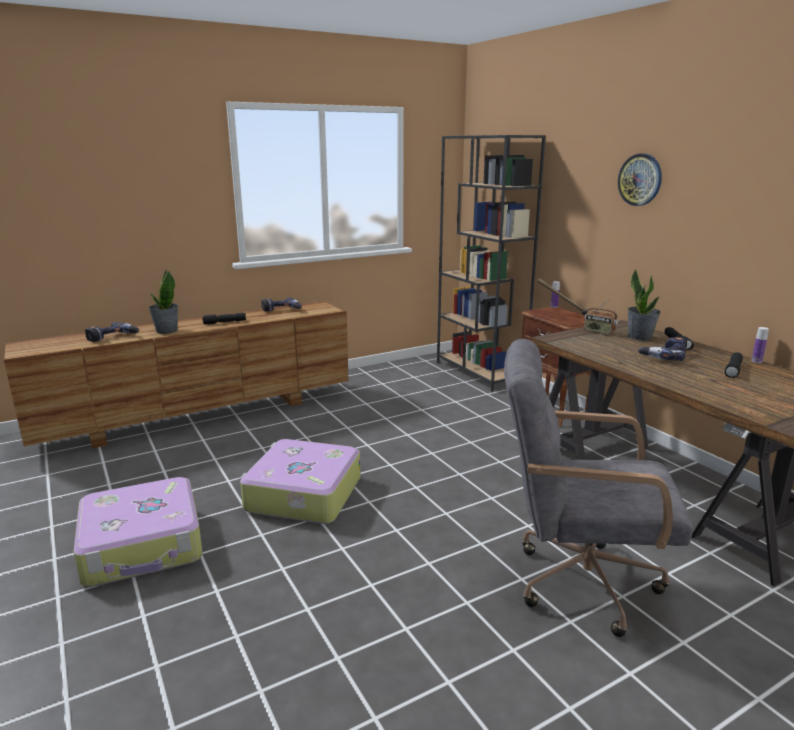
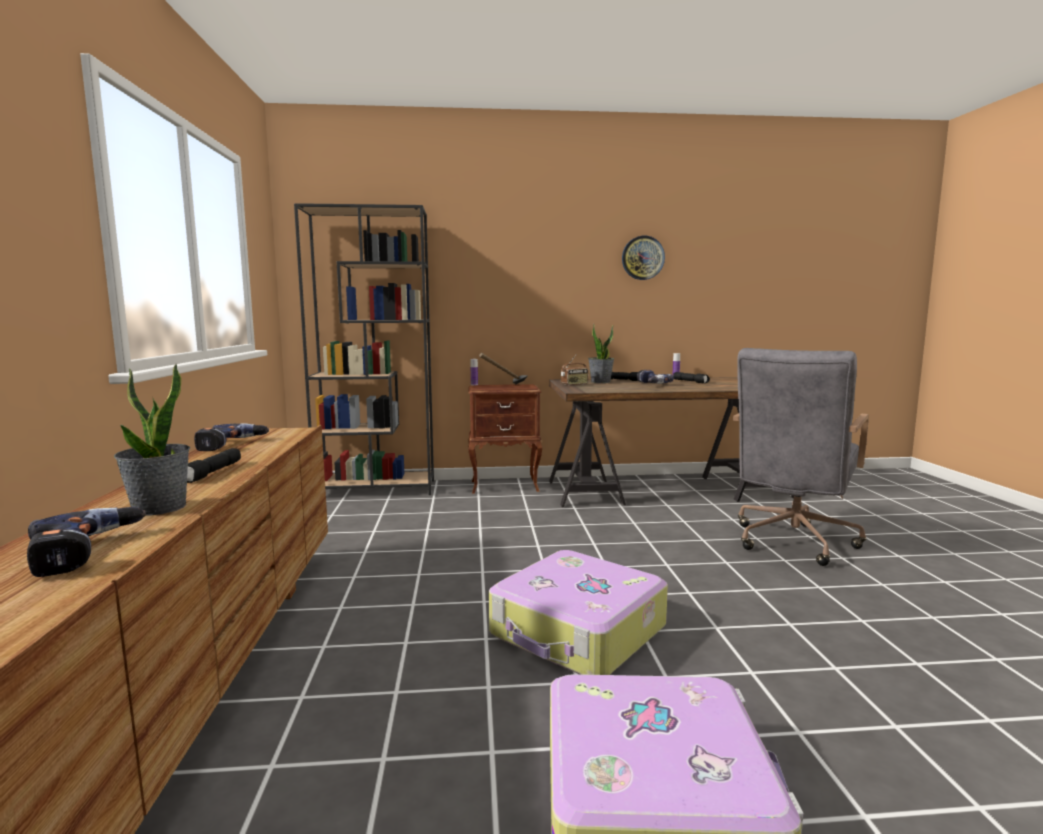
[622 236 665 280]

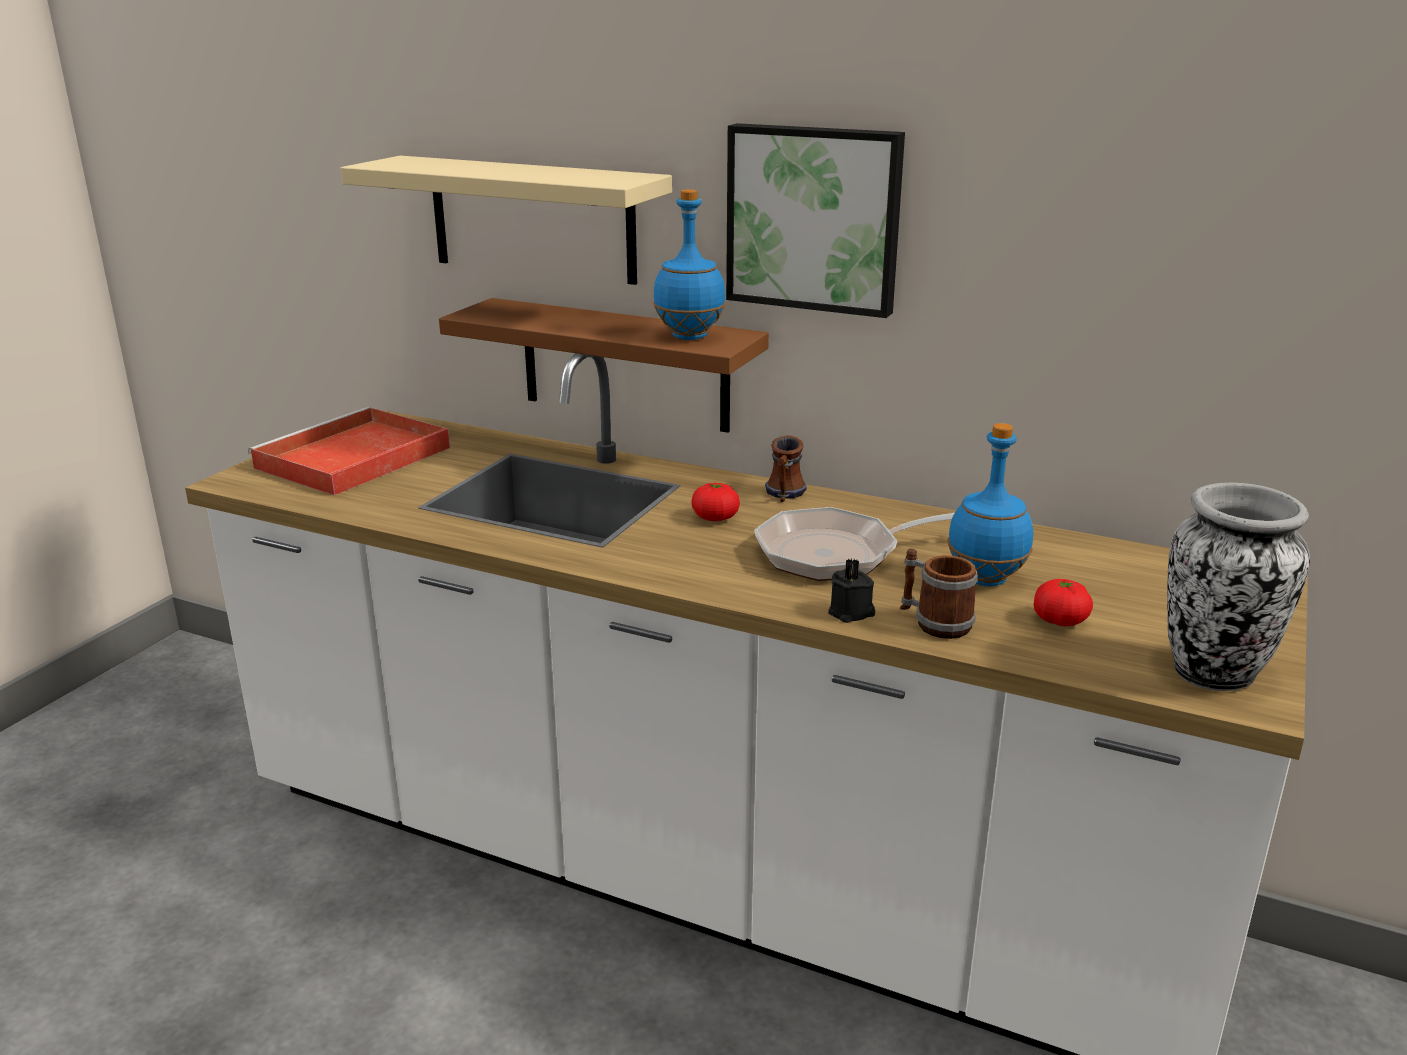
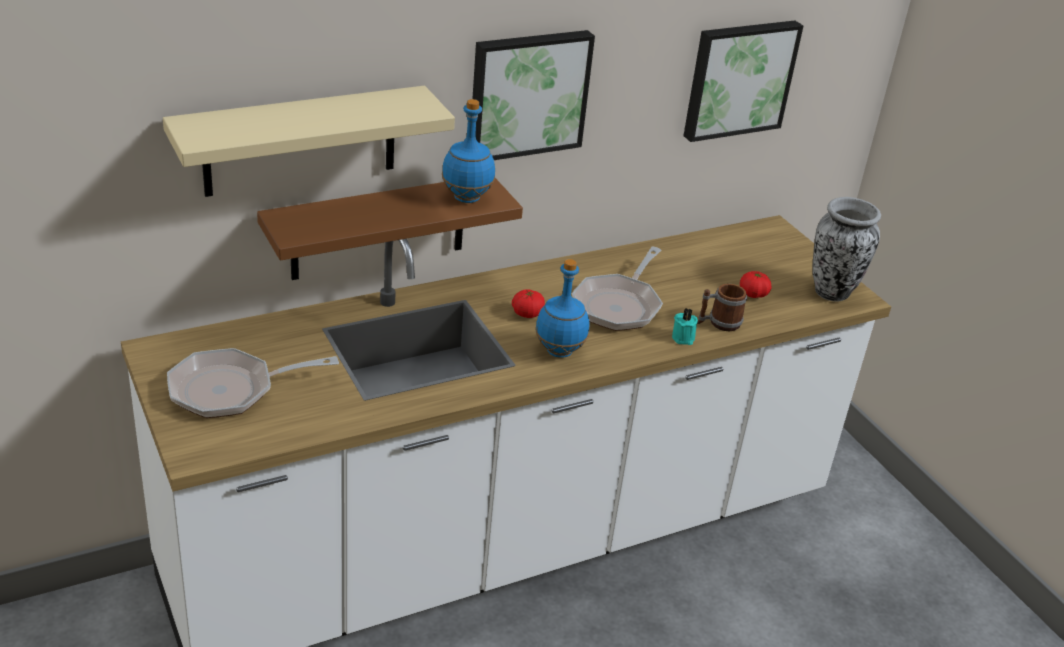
[167 348 339 418]
[535 259 589 358]
[765 435 807 502] (first image)
[672 308 698 345]
[683 20 803 142]

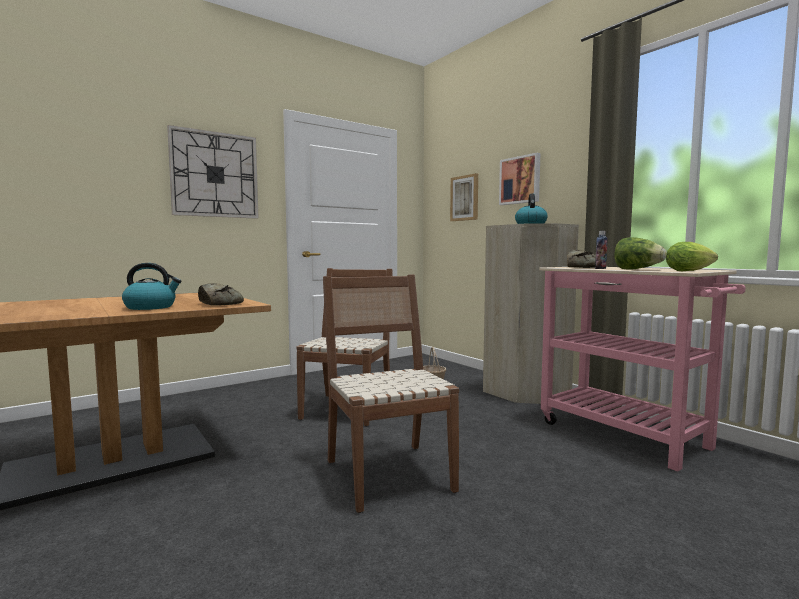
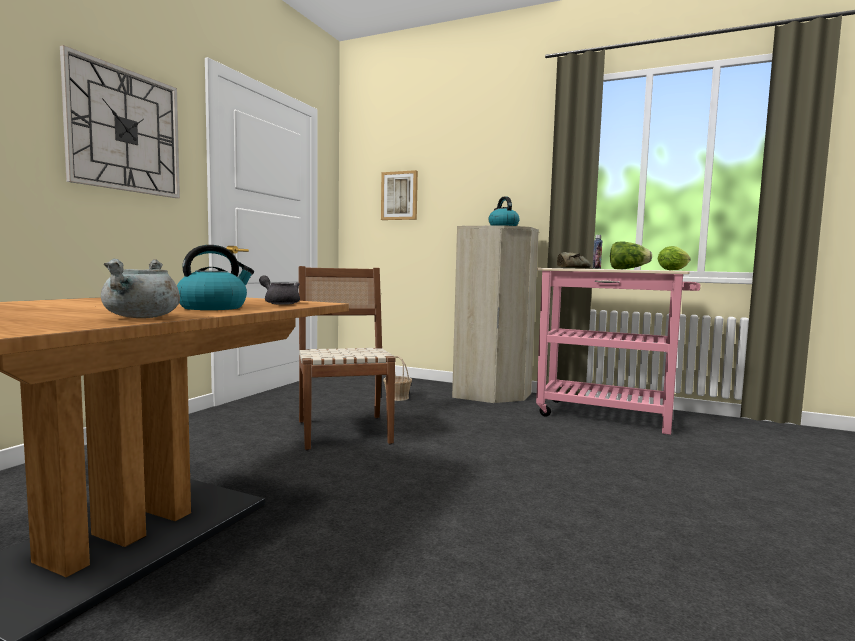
[499 153 541 205] (first image)
[323 274 459 513] (first image)
[259 275 300 305]
[101 259 180 318]

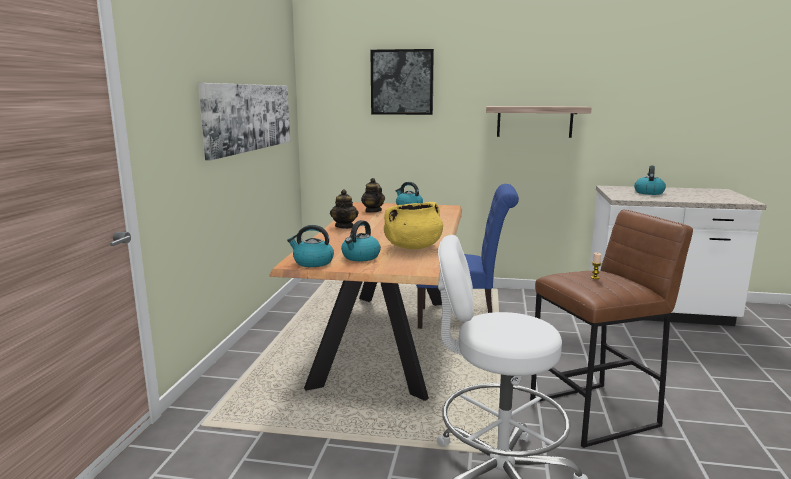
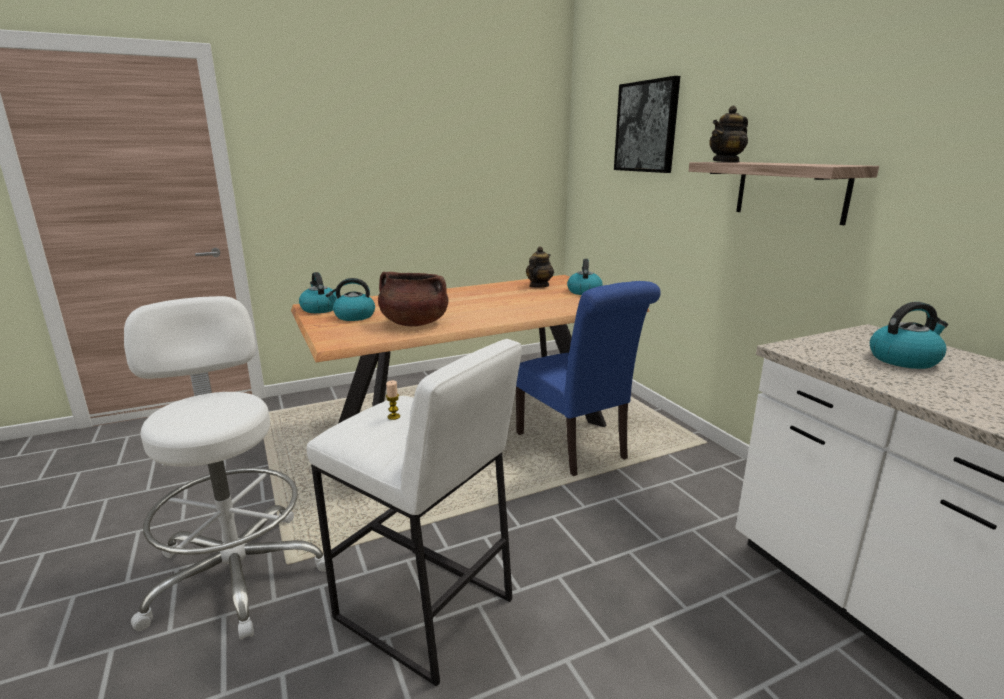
[198 83 290 161] (first image)
[710 106 748 162]
[378 272 449 326]
[307 339 522 687]

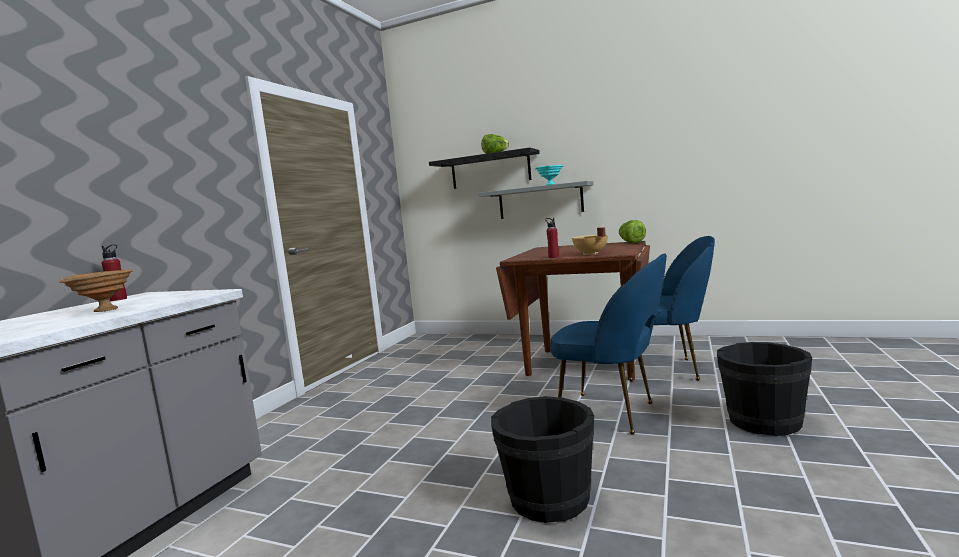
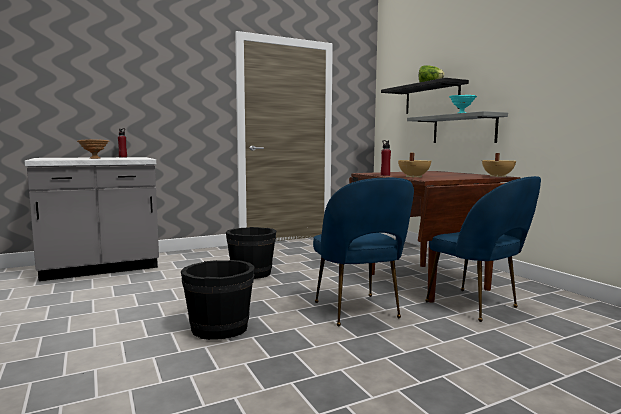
[482 153 516 177]
[226 227 276 279]

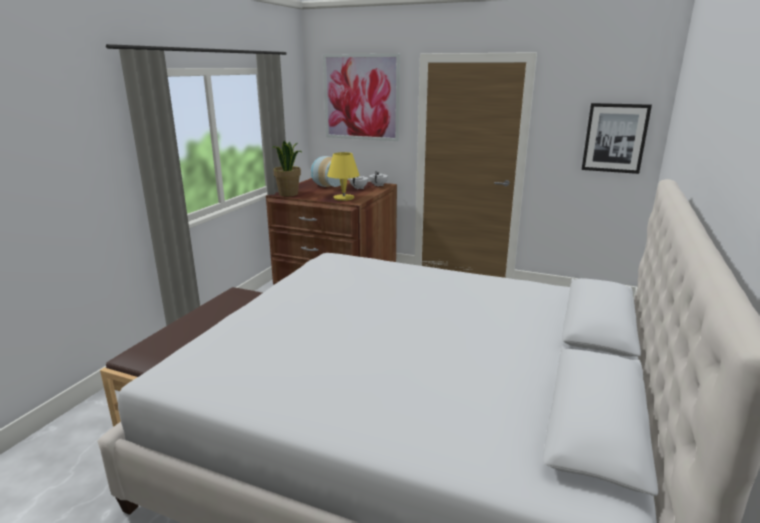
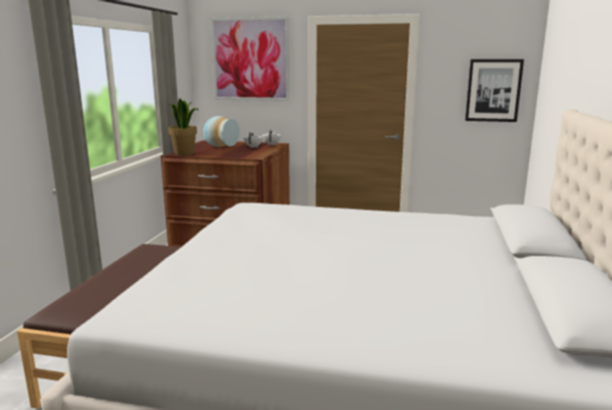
[327 152 359 201] (first image)

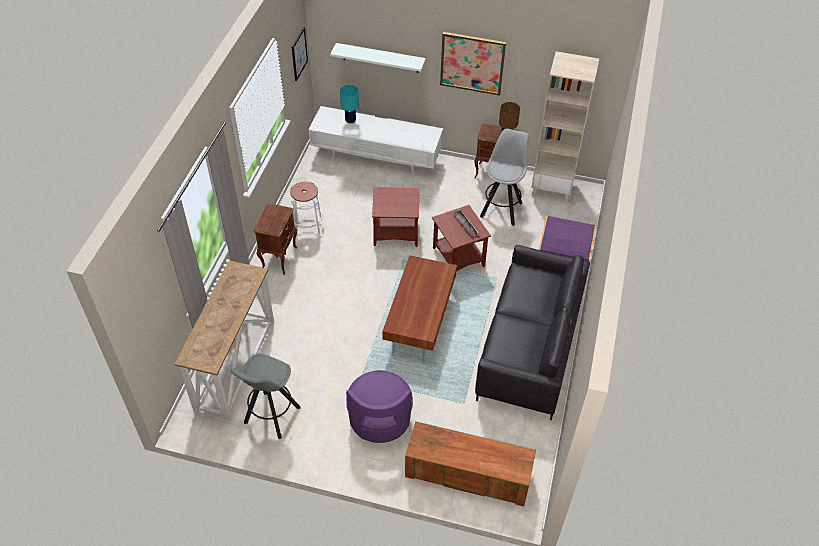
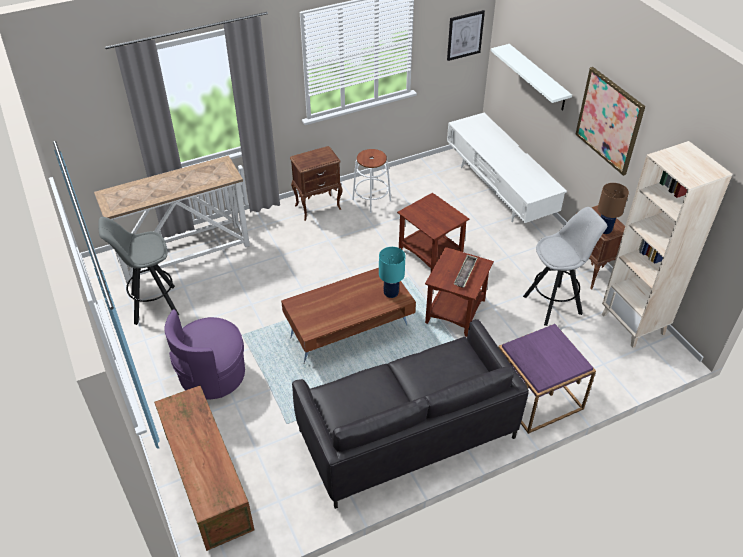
[379 247 405 298]

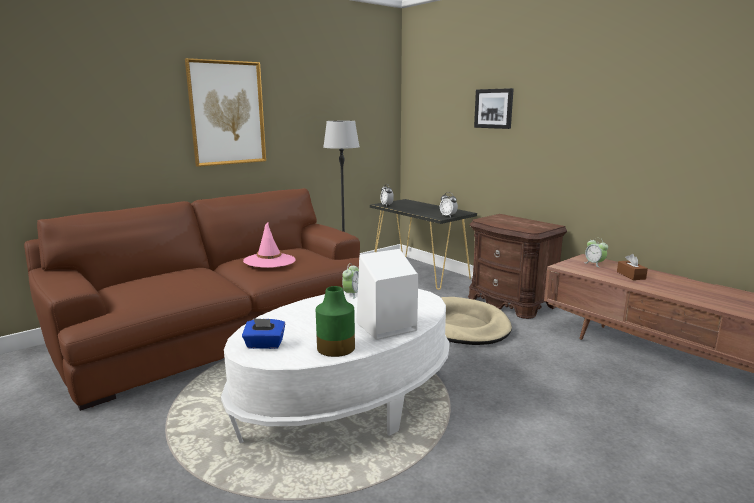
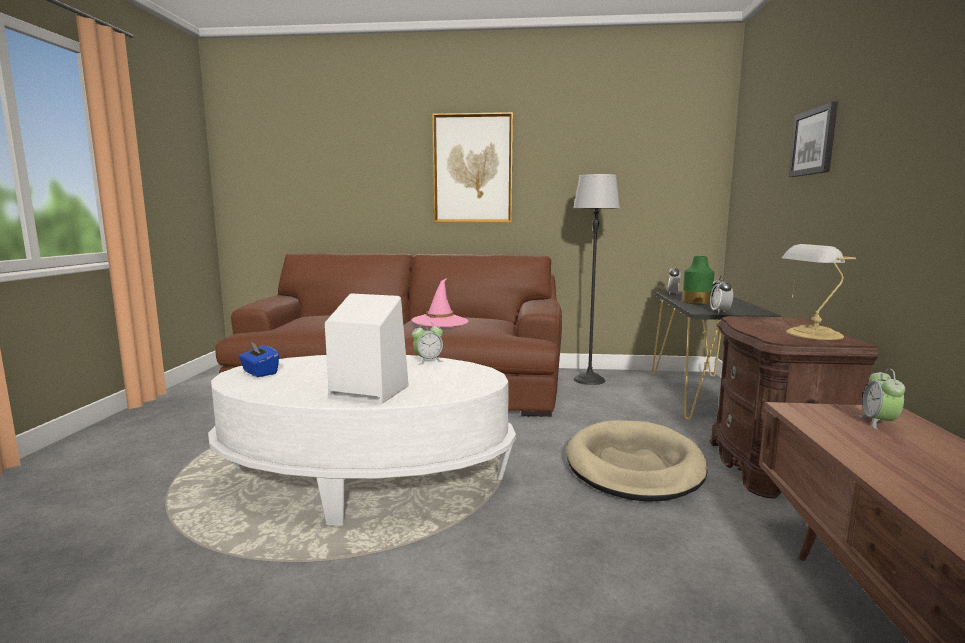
[617 254 648 280] (first image)
[682 256 715 305]
[782 244 856 340]

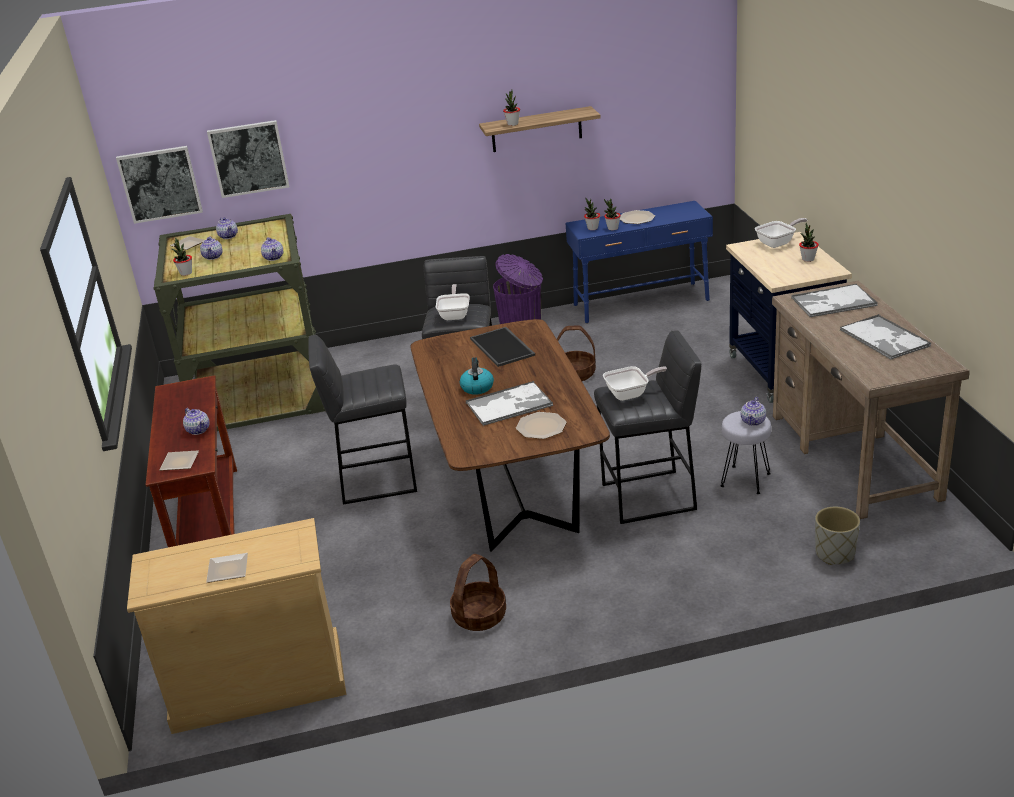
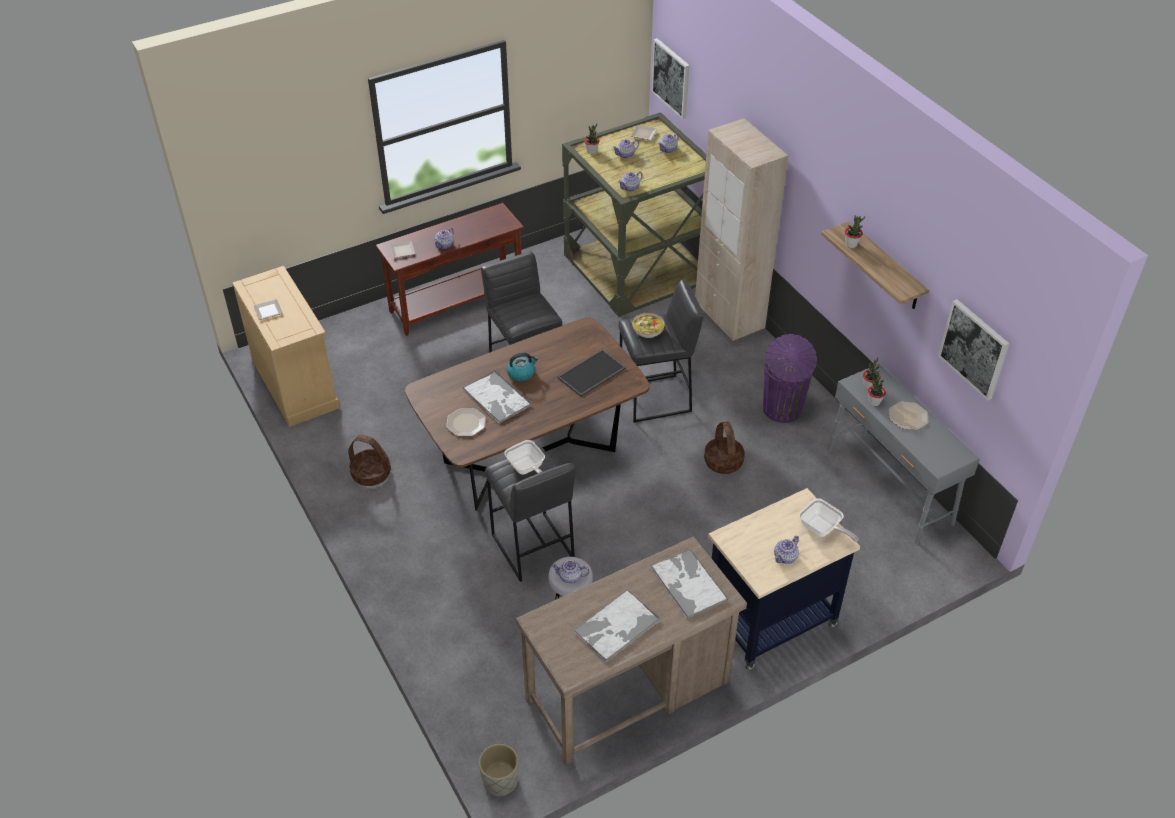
[938 299 1010 401]
[828 364 980 544]
[774 536 799 564]
[632 313 665 338]
[479 744 518 797]
[695 118 788 341]

